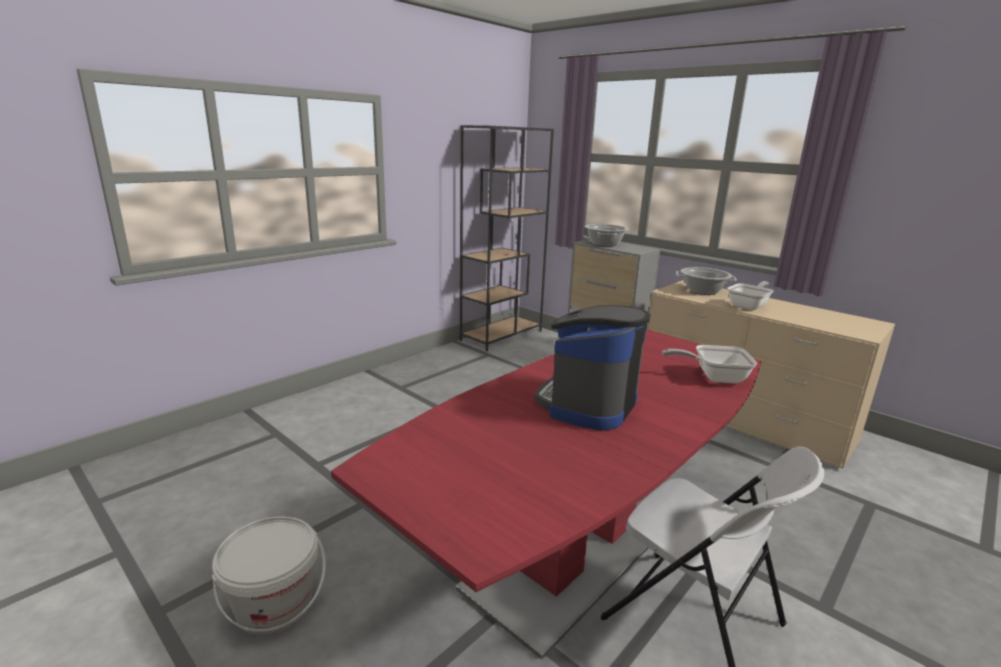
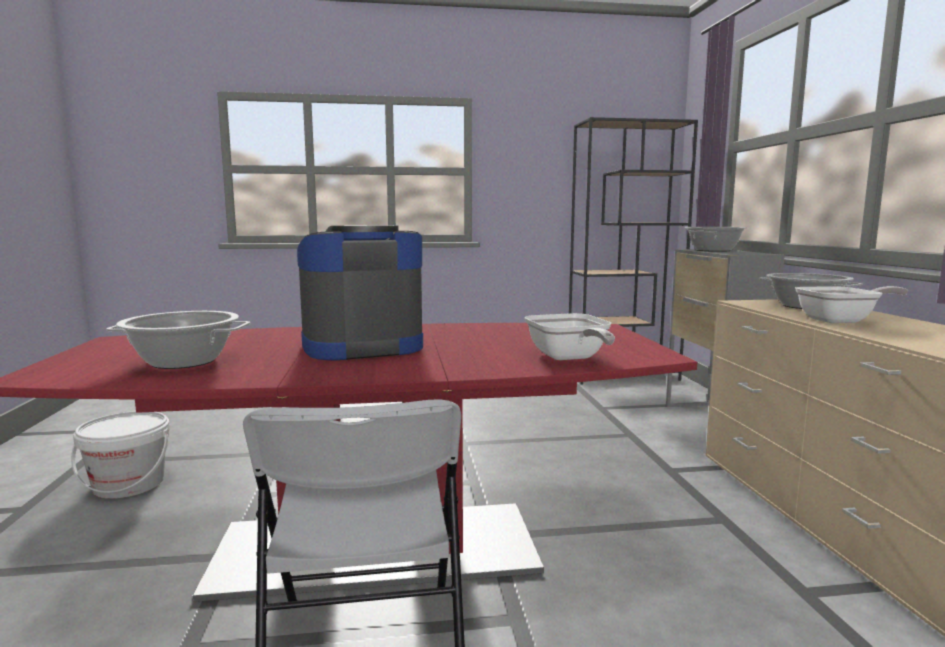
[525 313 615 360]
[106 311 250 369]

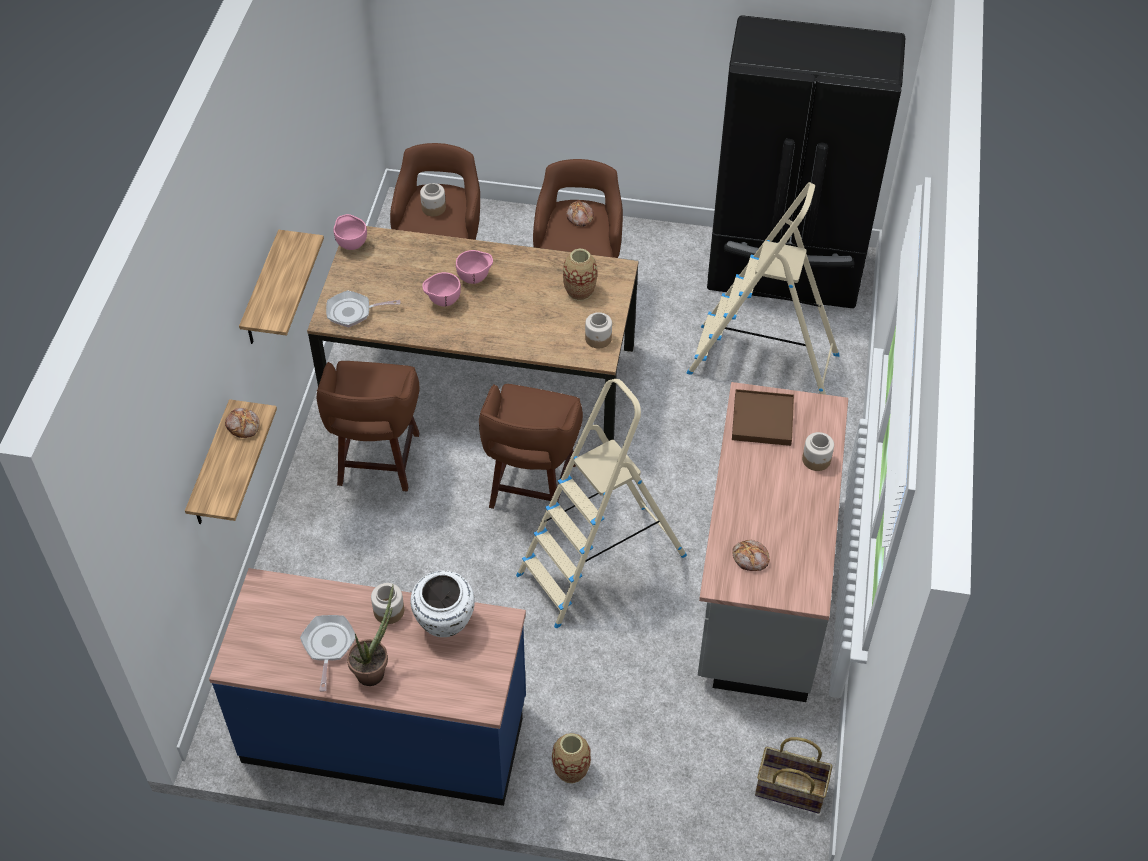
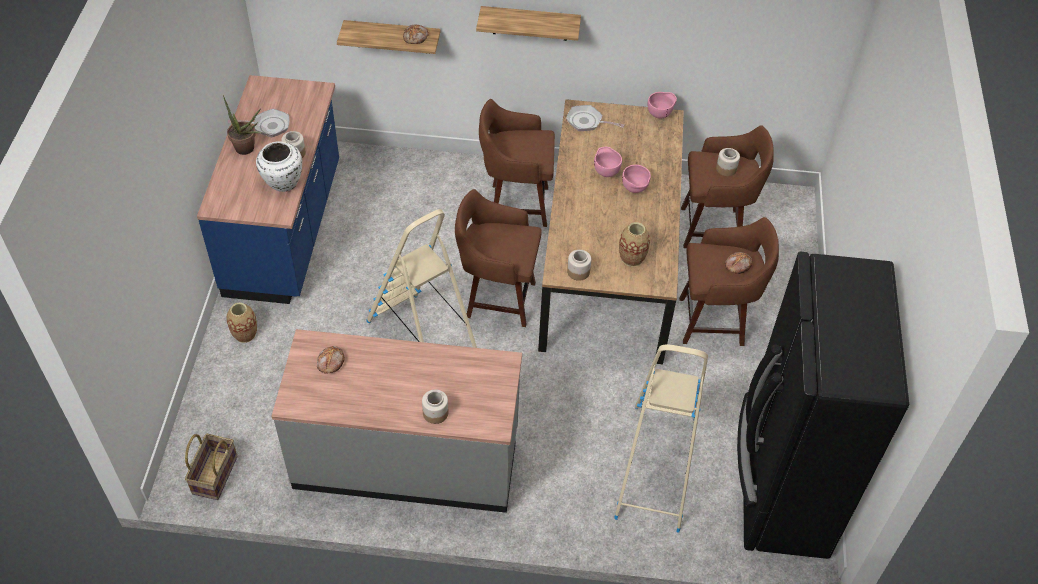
[566 105 624 131]
[732 389 794 446] (first image)

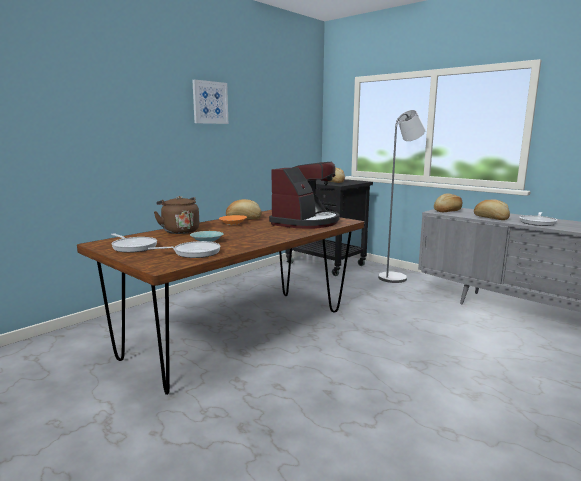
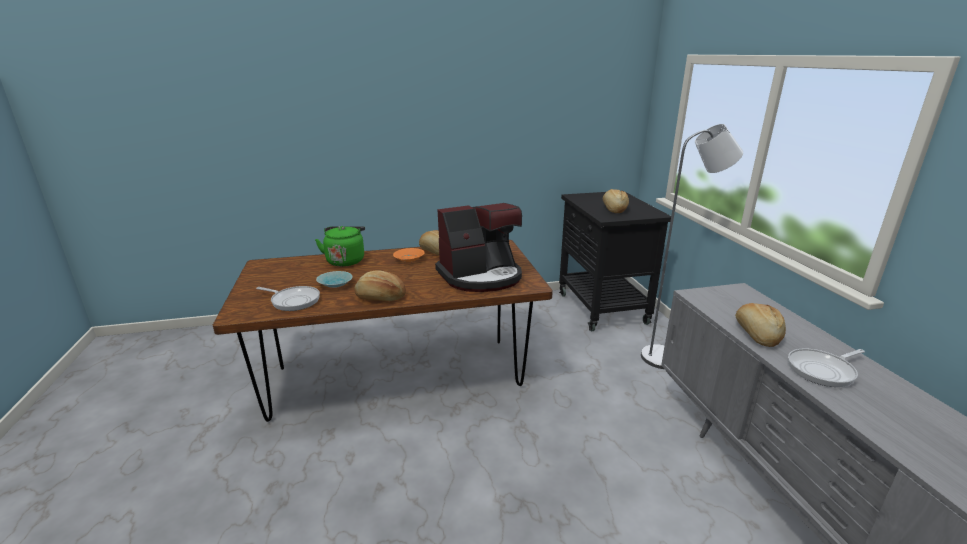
[192 79 228 124] (first image)
[354 270 406 301]
[315 226 365 267]
[111 233 157 253] (first image)

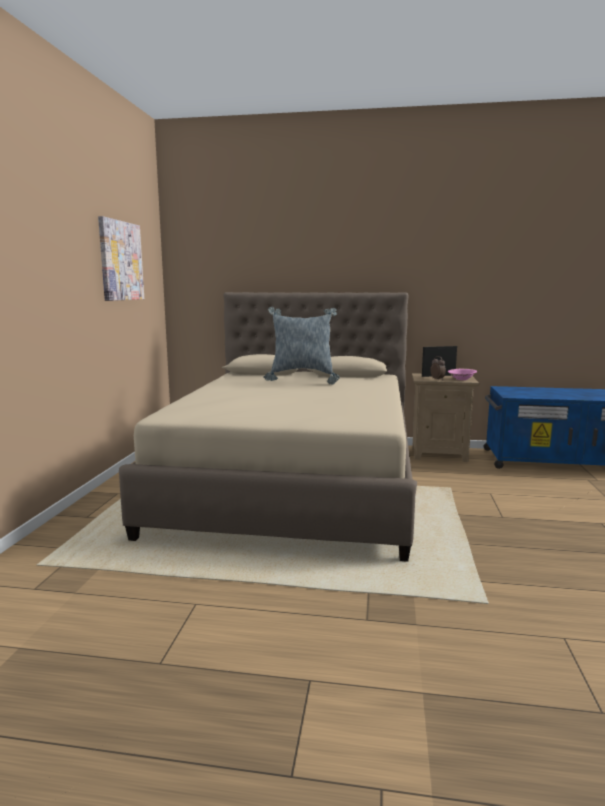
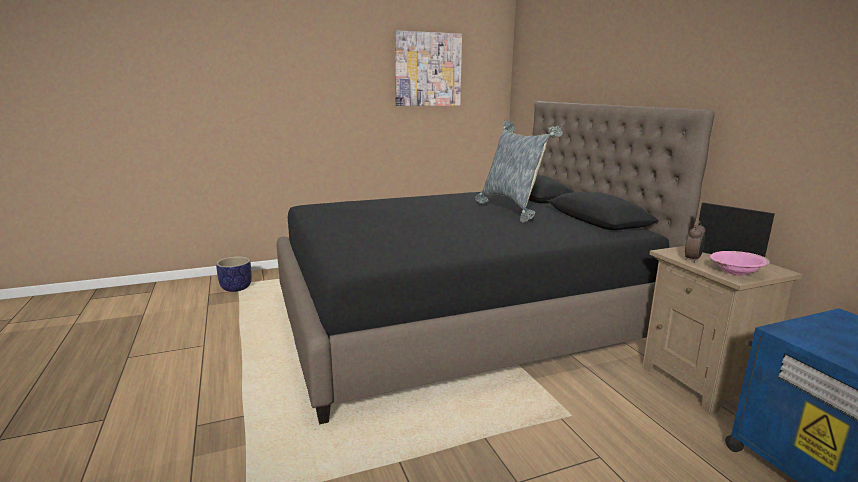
[276 101 714 424]
[216 256 252 292]

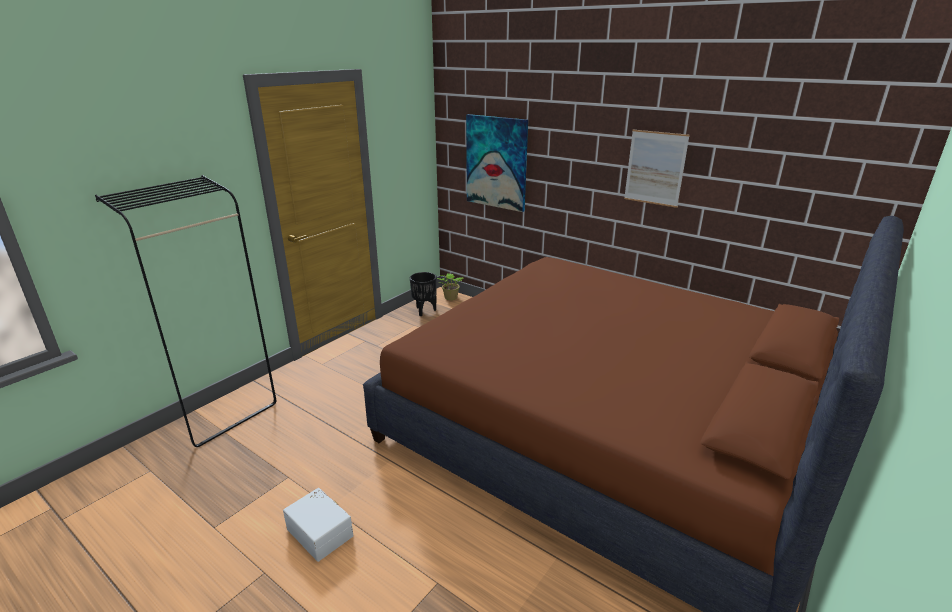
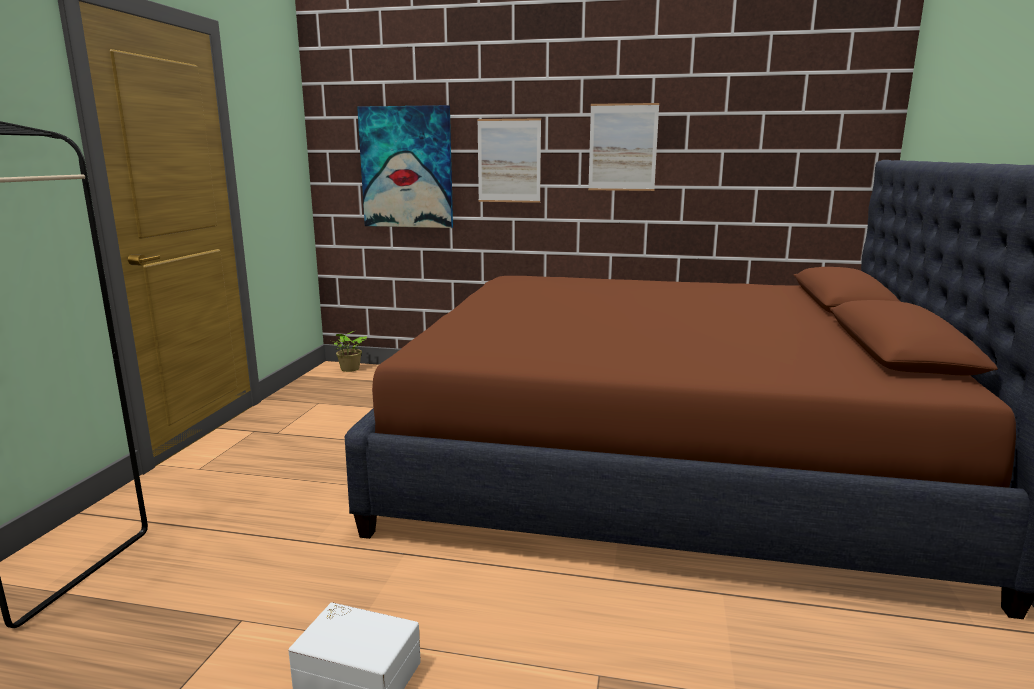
[410 272 437 316] (first image)
[477 118 541 203]

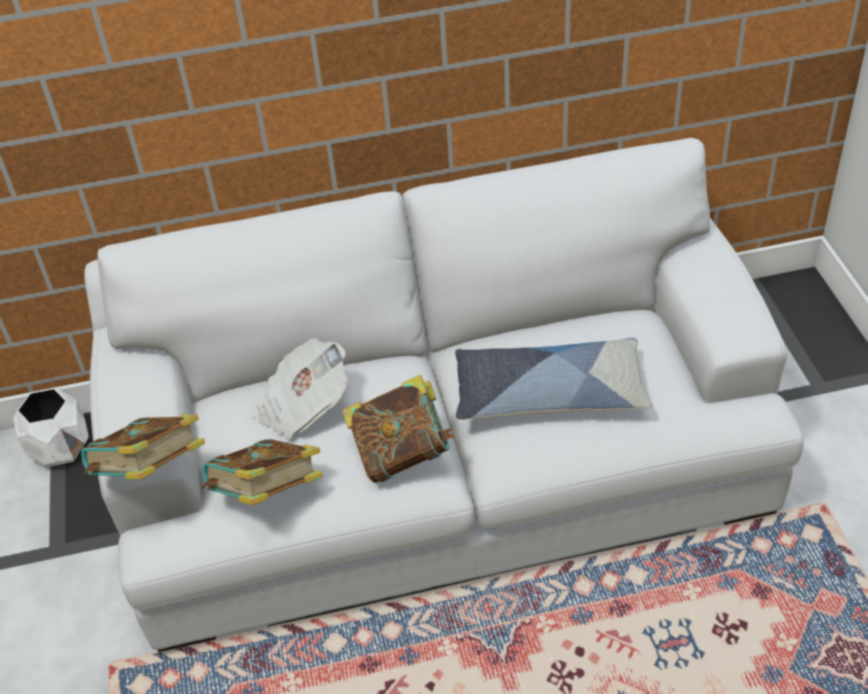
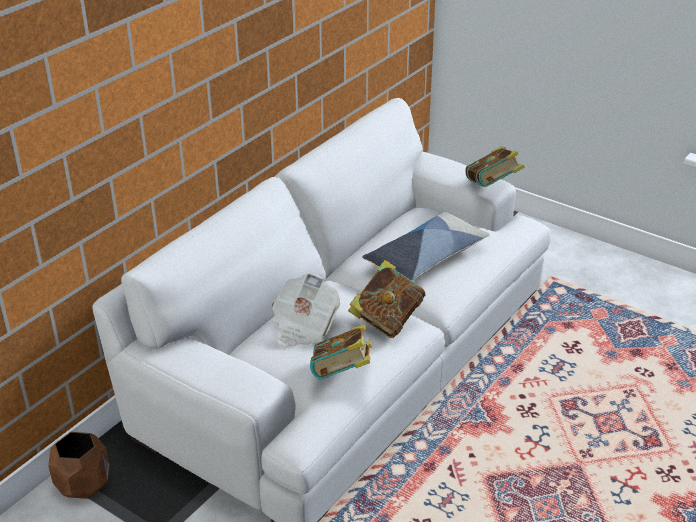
[48 432 109 499]
[465 146 525 187]

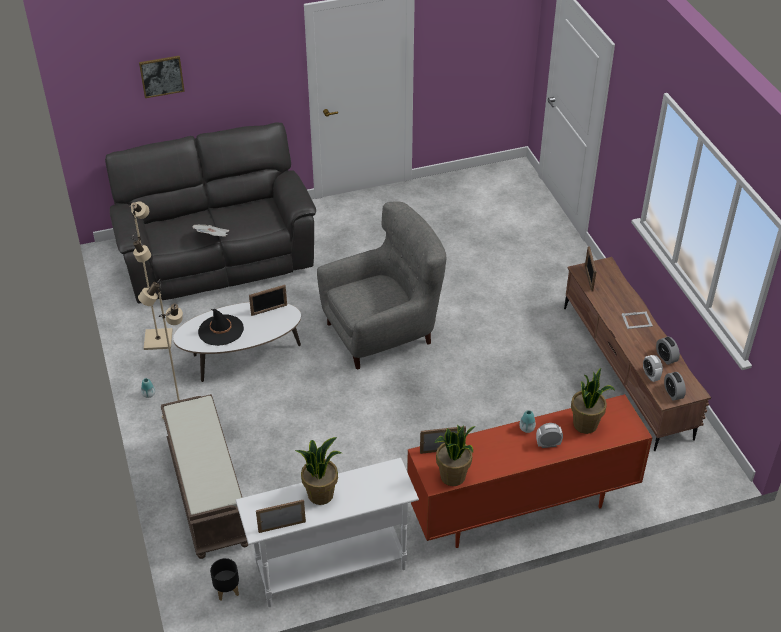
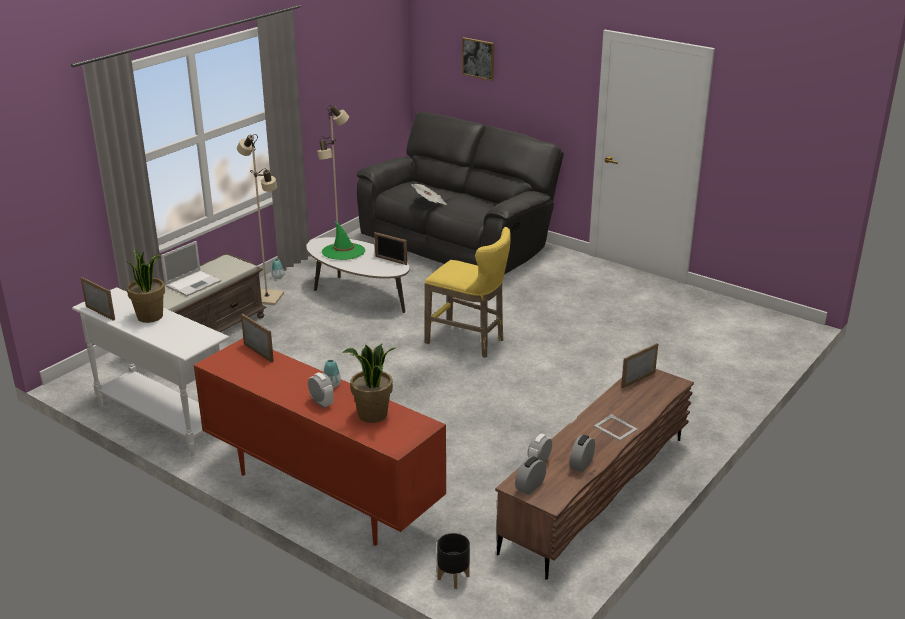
[425 227 511 358]
[322 221 365 260]
[434 424 476 486] (first image)
[437 533 470 589]
[161 241 221 297]

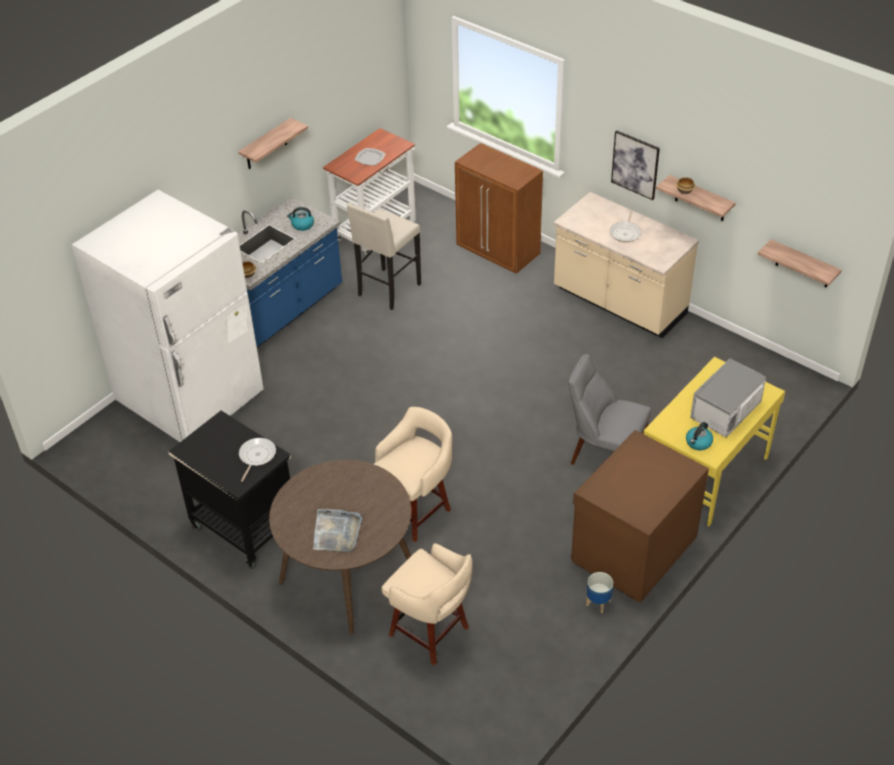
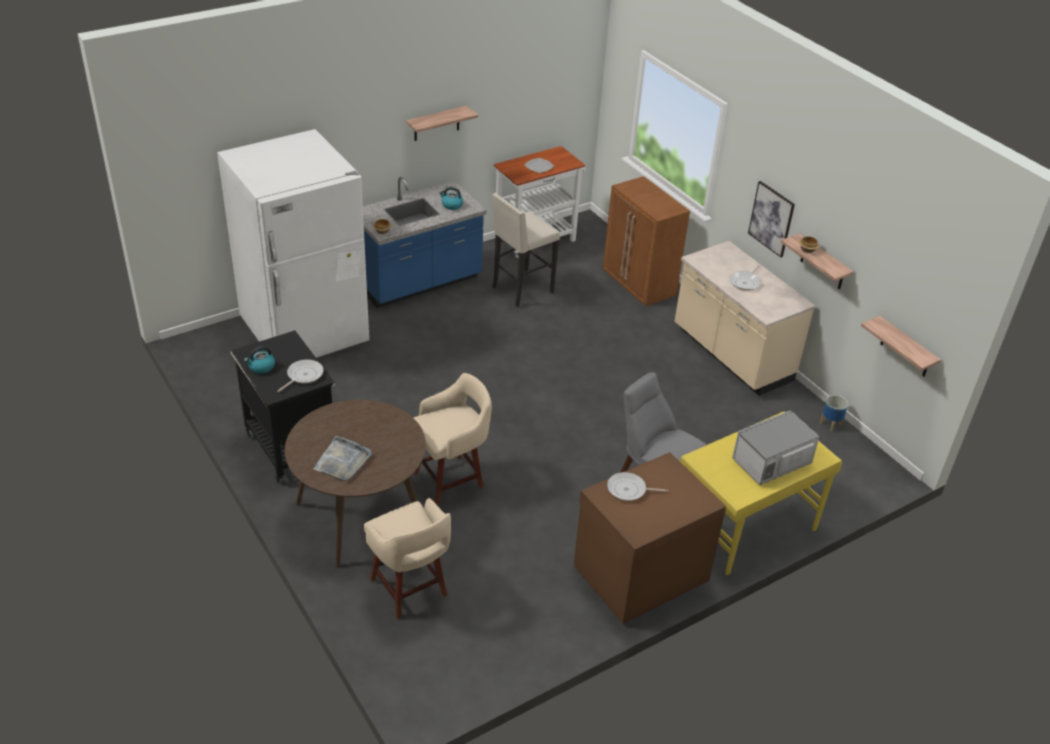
[244 346 275 374]
[820 395 848 431]
[607 472 668 501]

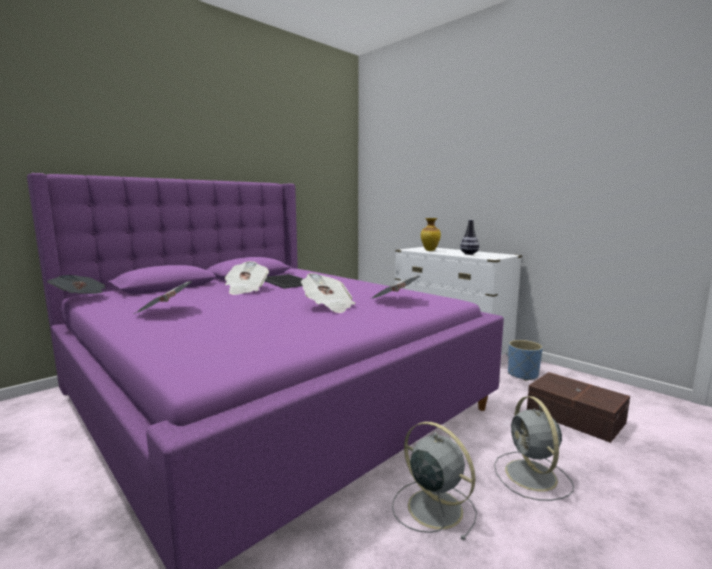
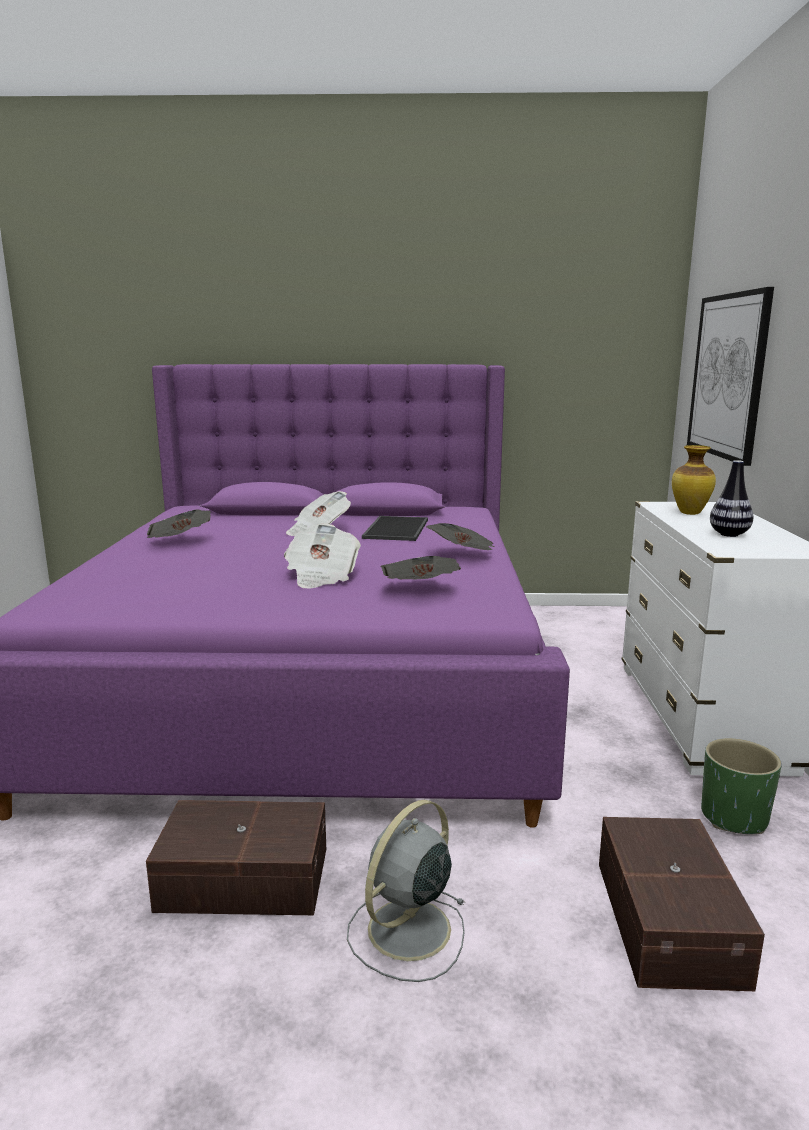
[426 523 494 550]
[701 738 782 834]
[146 800 326 915]
[687 287 774 466]

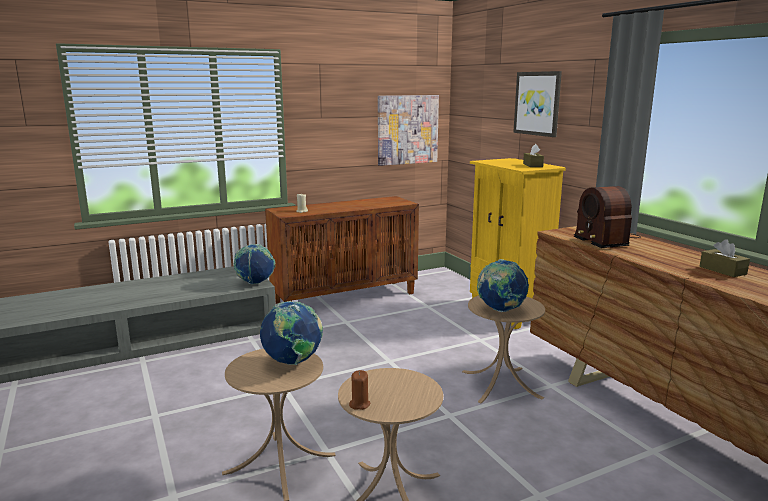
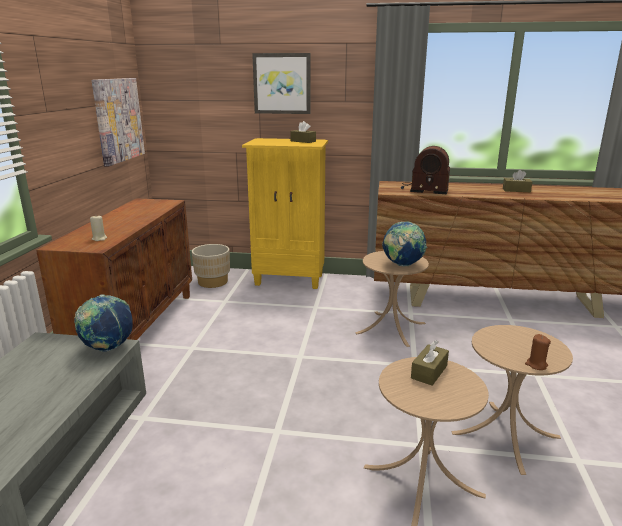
[411 340 449 386]
[192 244 230 288]

